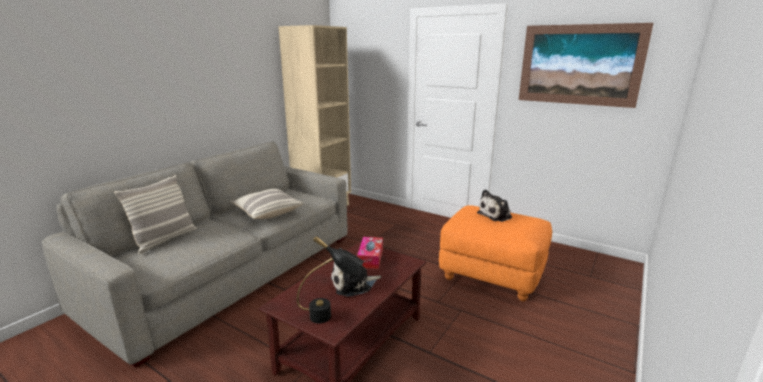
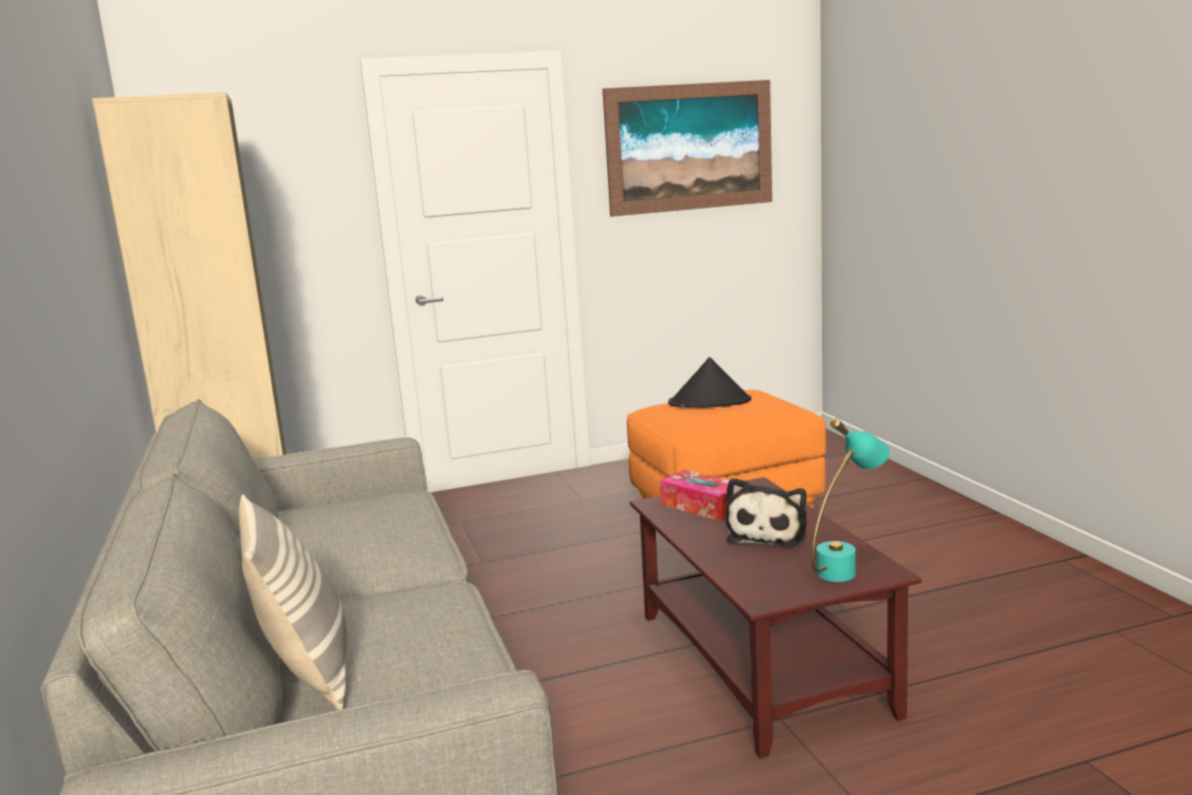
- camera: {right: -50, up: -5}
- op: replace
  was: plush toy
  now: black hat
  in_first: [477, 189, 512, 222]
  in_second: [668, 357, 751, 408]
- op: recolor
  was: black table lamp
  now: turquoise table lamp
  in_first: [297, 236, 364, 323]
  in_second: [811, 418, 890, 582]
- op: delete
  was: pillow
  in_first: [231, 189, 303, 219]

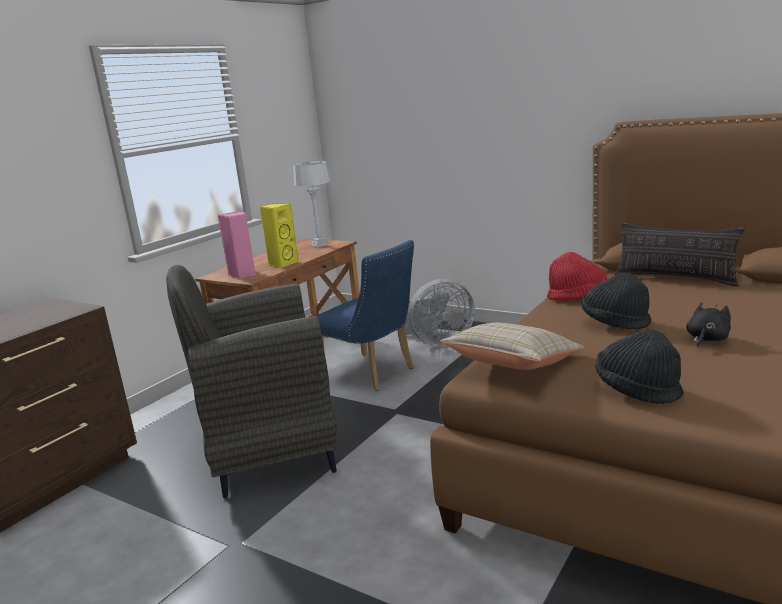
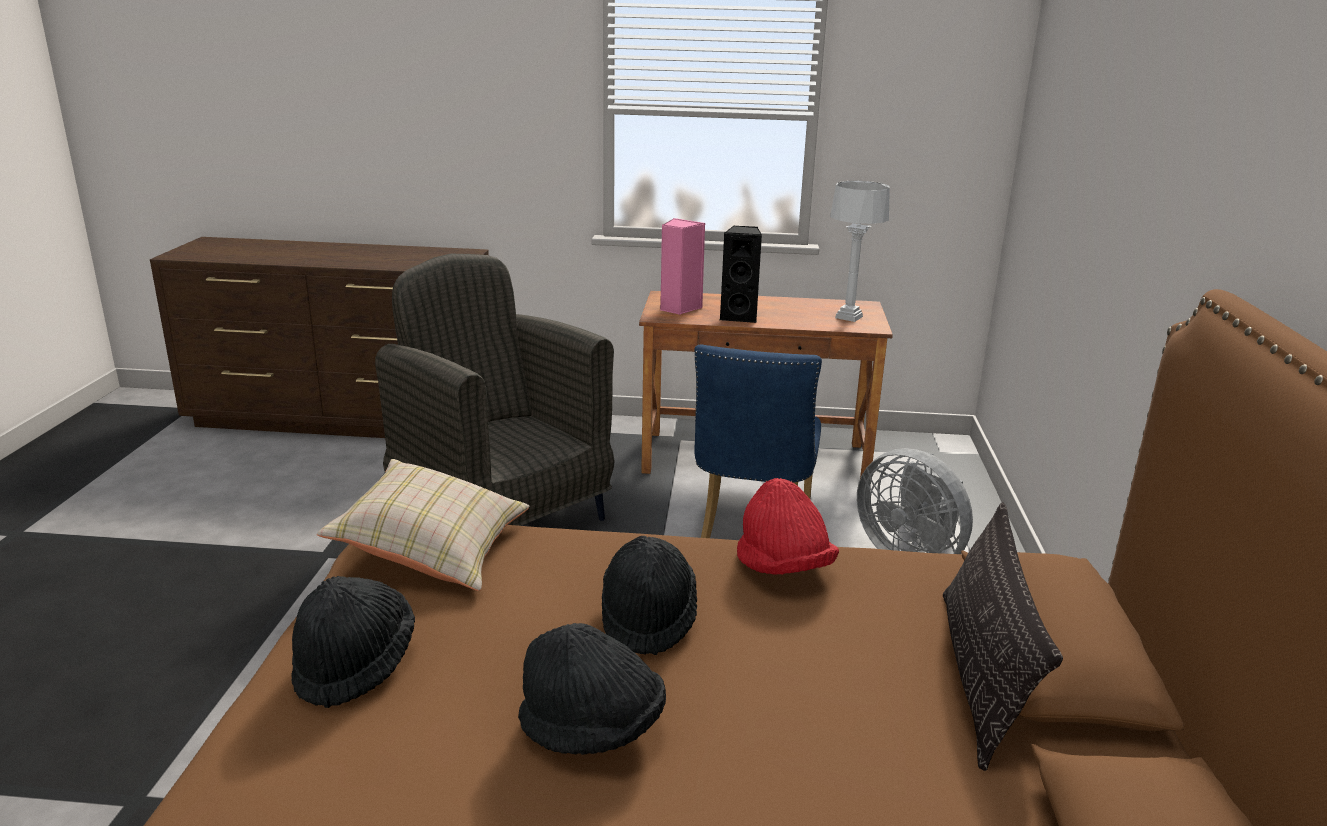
- camera: {right: 60, up: 5}
- op: replace
  was: black plush toy
  now: black hat
  in_first: [686, 302, 731, 348]
  in_second: [518, 623, 666, 755]
- op: recolor
  was: yellow speaker
  now: black speaker
  in_first: [260, 203, 299, 268]
  in_second: [720, 226, 762, 323]

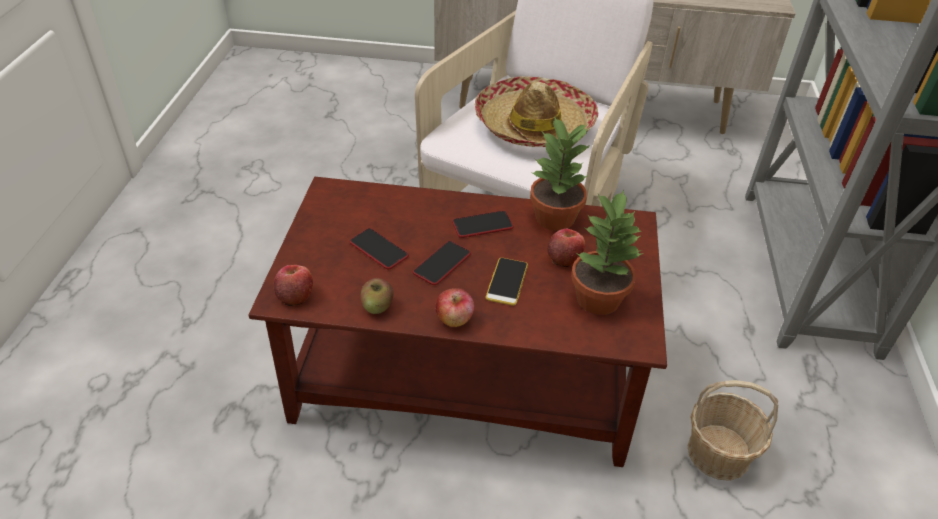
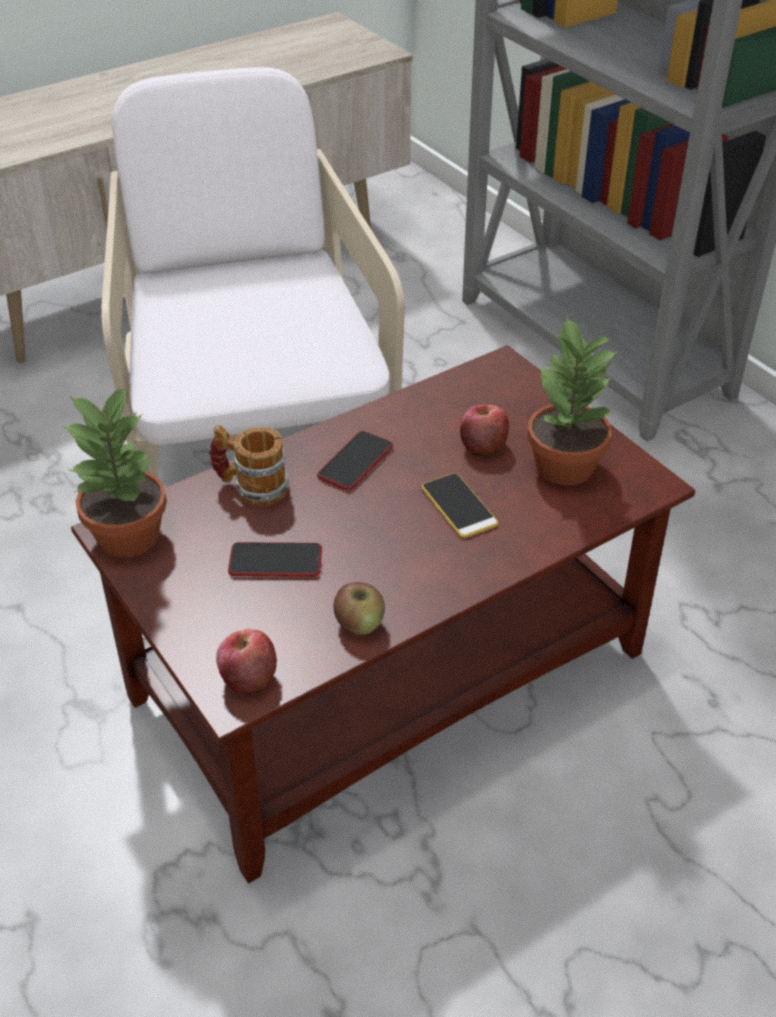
- camera: {right: -40, up: 0}
- op: move
  was: potted plant
  in_first: [530, 116, 590, 231]
  in_second: [61, 385, 167, 557]
- op: insert
  now: mug
  in_second: [209, 425, 289, 506]
- op: delete
  was: phone
  in_first: [413, 241, 471, 285]
- op: delete
  was: apple
  in_first: [435, 288, 474, 327]
- op: delete
  was: hat
  in_first: [475, 76, 598, 147]
- op: delete
  was: basket
  in_first: [687, 380, 778, 481]

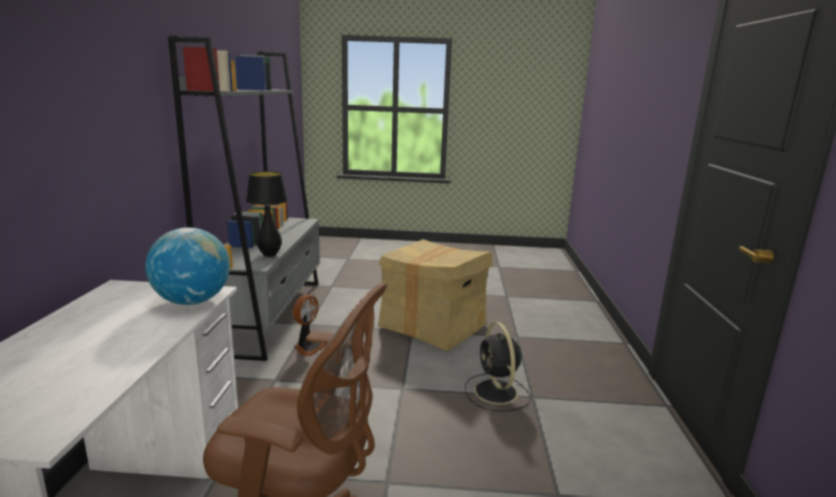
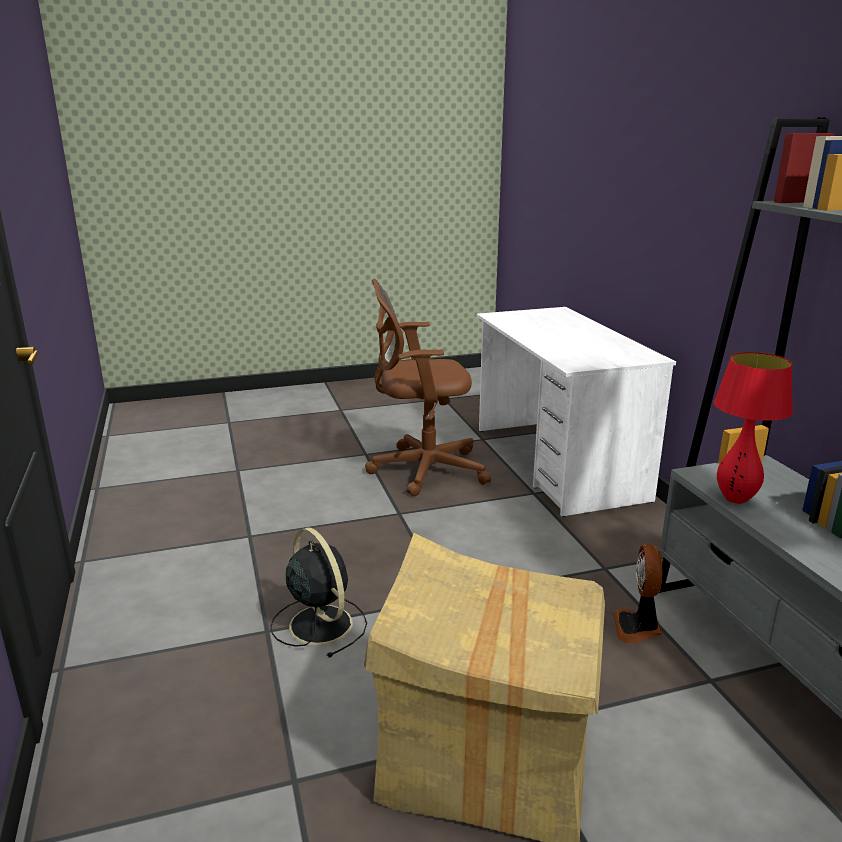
- camera: {right: 160, up: 5}
- op: recolor
  was: black table lamp
  now: red table lamp
  in_first: [246, 171, 288, 257]
  in_second: [714, 352, 793, 504]
- op: delete
  was: globe
  in_first: [145, 227, 230, 305]

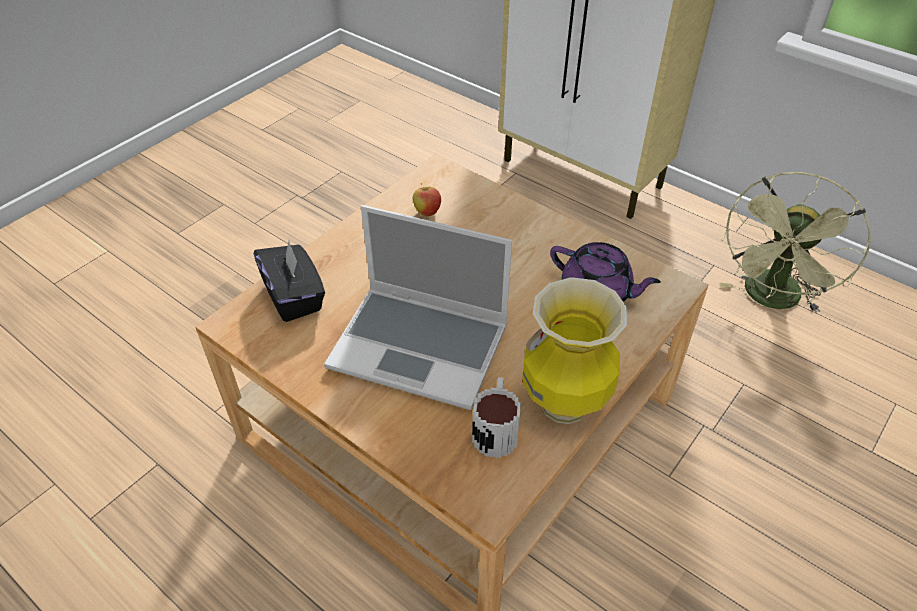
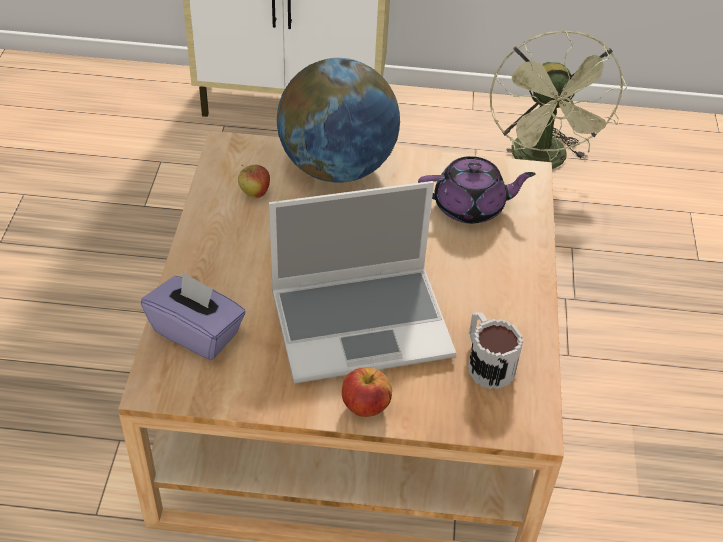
- camera: {right: -35, up: 0}
- op: recolor
  was: black tissue box
  now: purple tissue box
  in_first: [254, 241, 325, 322]
  in_second: [141, 272, 246, 360]
- op: insert
  now: globe
  in_second: [277, 58, 400, 183]
- op: insert
  now: apple
  in_second: [342, 367, 392, 417]
- op: delete
  was: vase
  in_first: [522, 277, 627, 424]

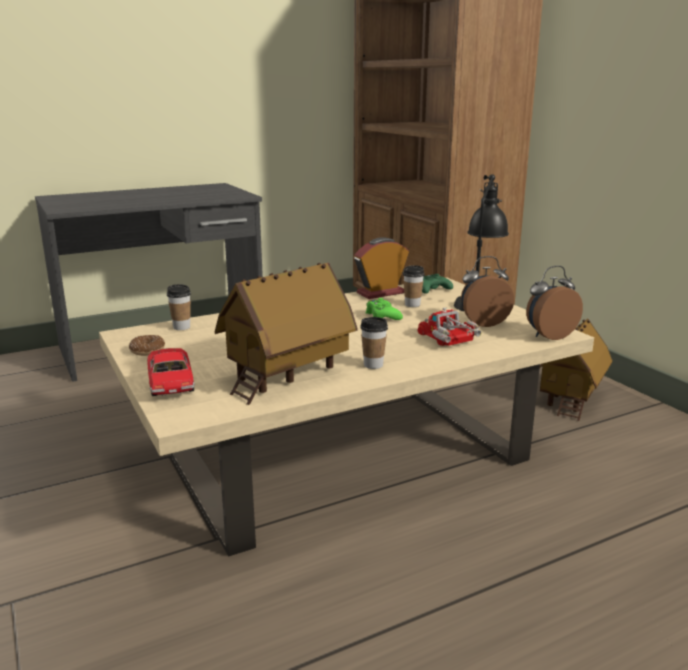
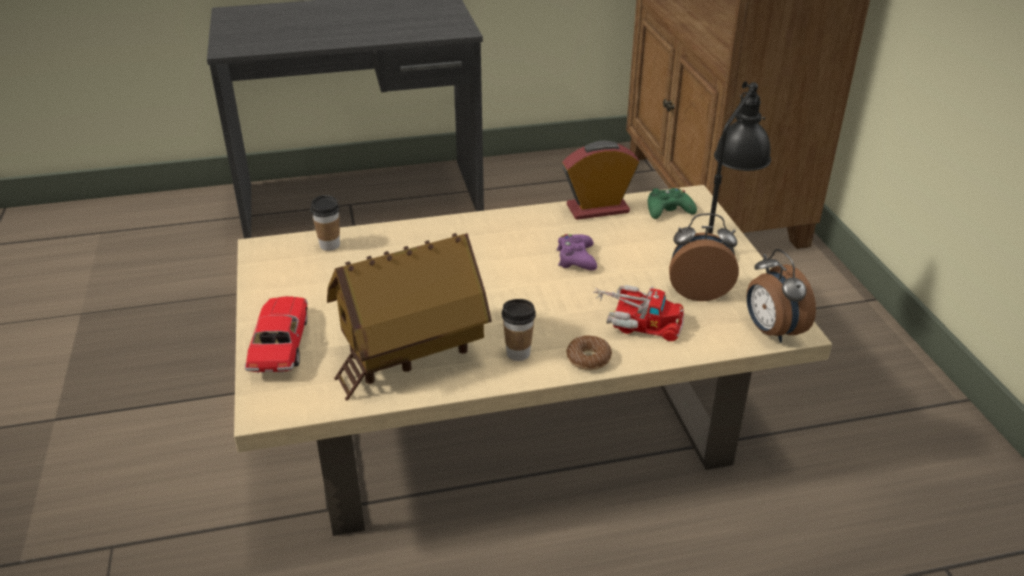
- camera: {right: 15, up: 15}
- op: recolor
  was: green game controller
  now: purple game controller
  in_first: [365, 298, 403, 320]
  in_second: [557, 234, 597, 270]
- op: move
  was: donut
  in_first: [129, 335, 165, 356]
  in_second: [566, 336, 612, 370]
- op: rotate
  was: toy truck
  in_first: [417, 307, 482, 346]
  in_second: [593, 285, 684, 341]
  clockwise: 120
- op: rotate
  was: alarm clock
  in_first: [526, 266, 583, 340]
  in_second: [746, 249, 816, 343]
  clockwise: -105
- op: delete
  was: cup
  in_first: [403, 265, 425, 307]
- op: delete
  was: toy house
  in_first: [540, 319, 613, 421]

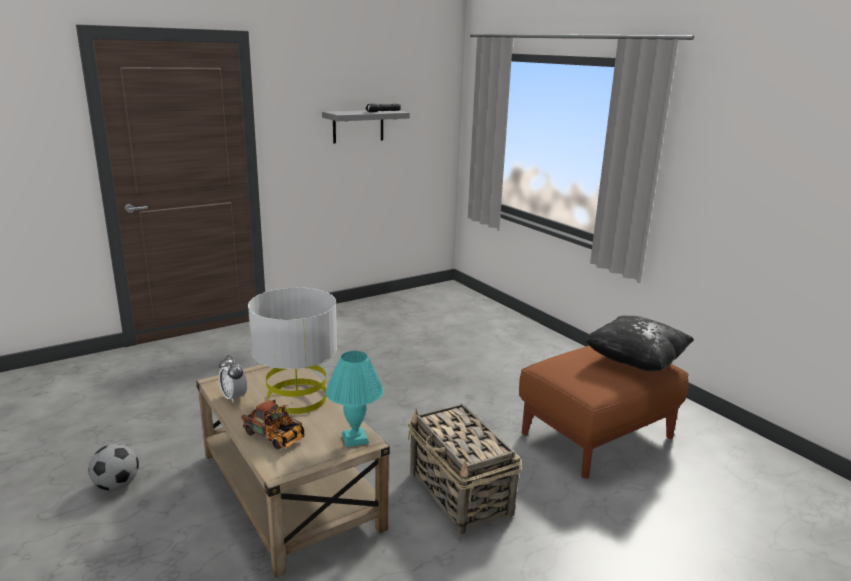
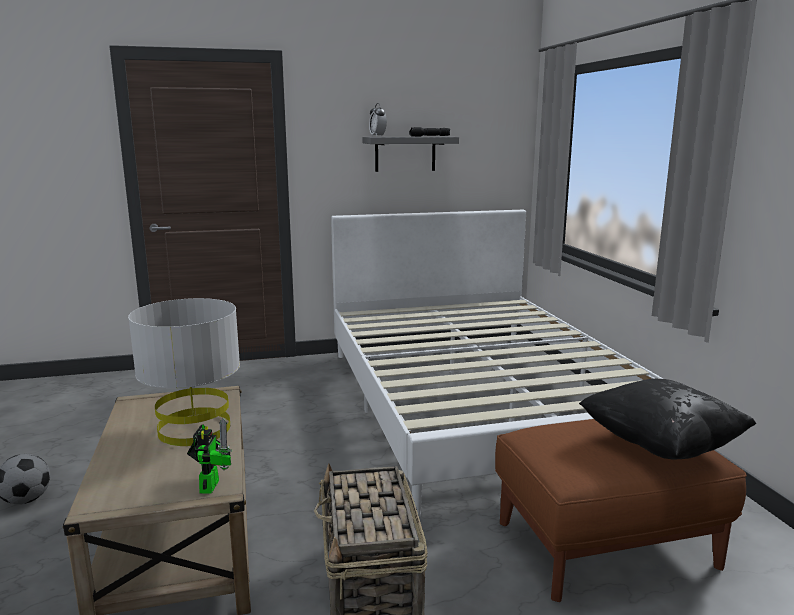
- camera: {right: 20, up: -5}
- op: replace
  was: turquoise table lamp
  now: toy robot
  in_first: [326, 351, 383, 447]
  in_second: [187, 418, 232, 494]
- op: insert
  now: white bed
  in_second: [331, 210, 663, 517]
- op: move
  was: alarm clock
  in_first: [219, 355, 247, 403]
  in_second: [369, 103, 387, 137]
- op: delete
  was: toy truck
  in_first: [241, 399, 305, 449]

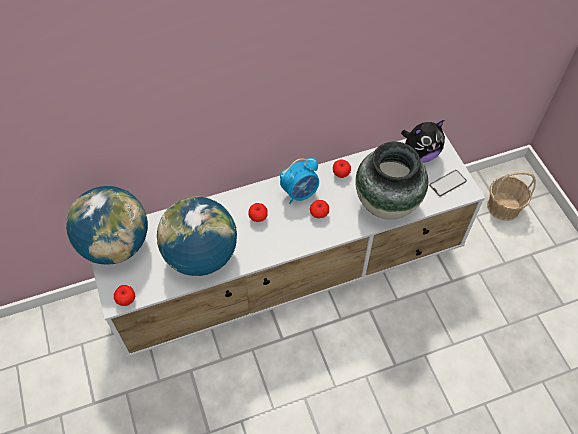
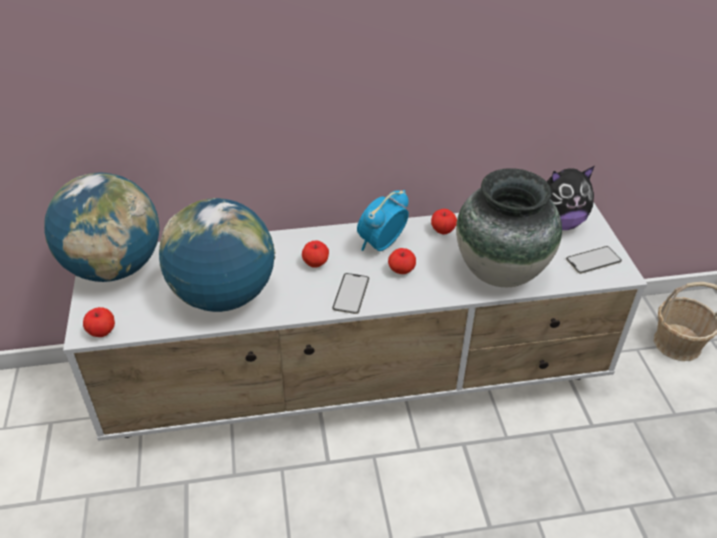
- camera: {right: 10, up: -15}
- op: insert
  now: phone
  in_second: [332, 273, 369, 314]
- op: rotate
  was: alarm clock
  in_first: [280, 158, 319, 204]
  in_second: [357, 190, 409, 251]
  clockwise: 150

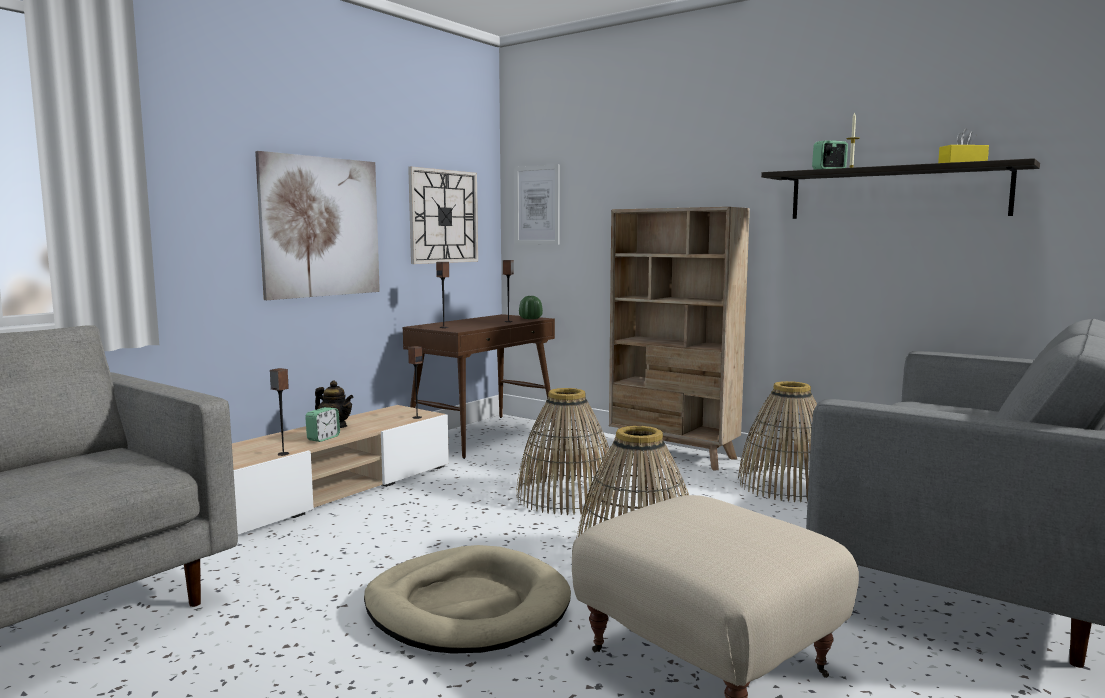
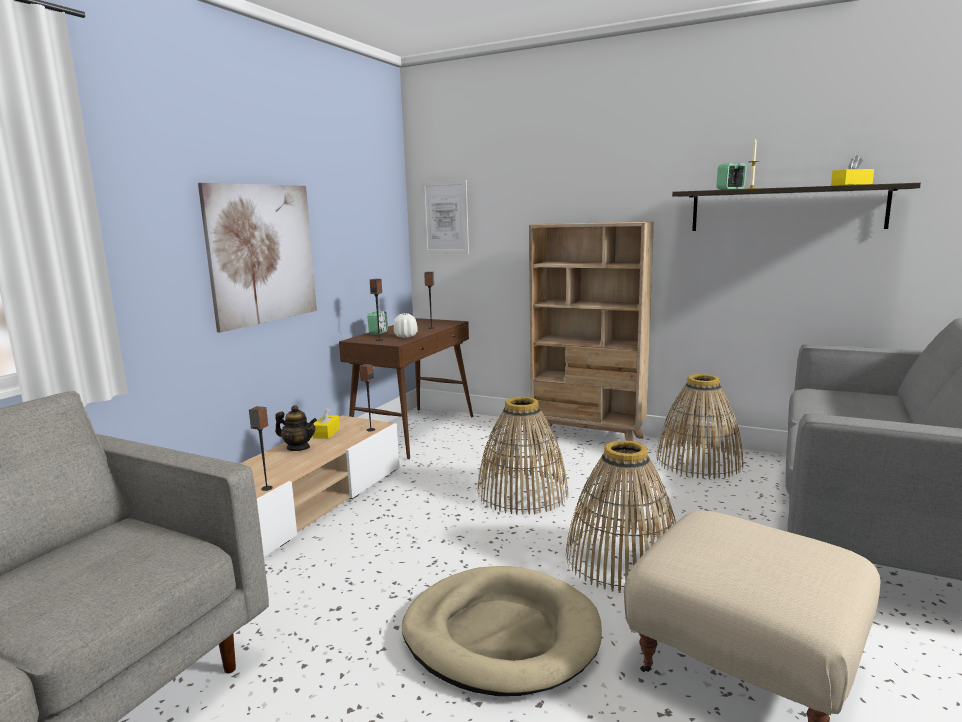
- camera: {right: -10, up: 5}
- op: insert
  now: yellow tissue box
  in_second: [313, 408, 340, 439]
- op: move
  was: alarm clock
  in_first: [305, 407, 340, 442]
  in_second: [367, 311, 388, 335]
- op: insert
  now: white vase
  in_second: [394, 313, 418, 338]
- op: delete
  was: wall clock
  in_first: [408, 167, 478, 264]
- op: delete
  was: green vase
  in_first: [519, 296, 543, 319]

